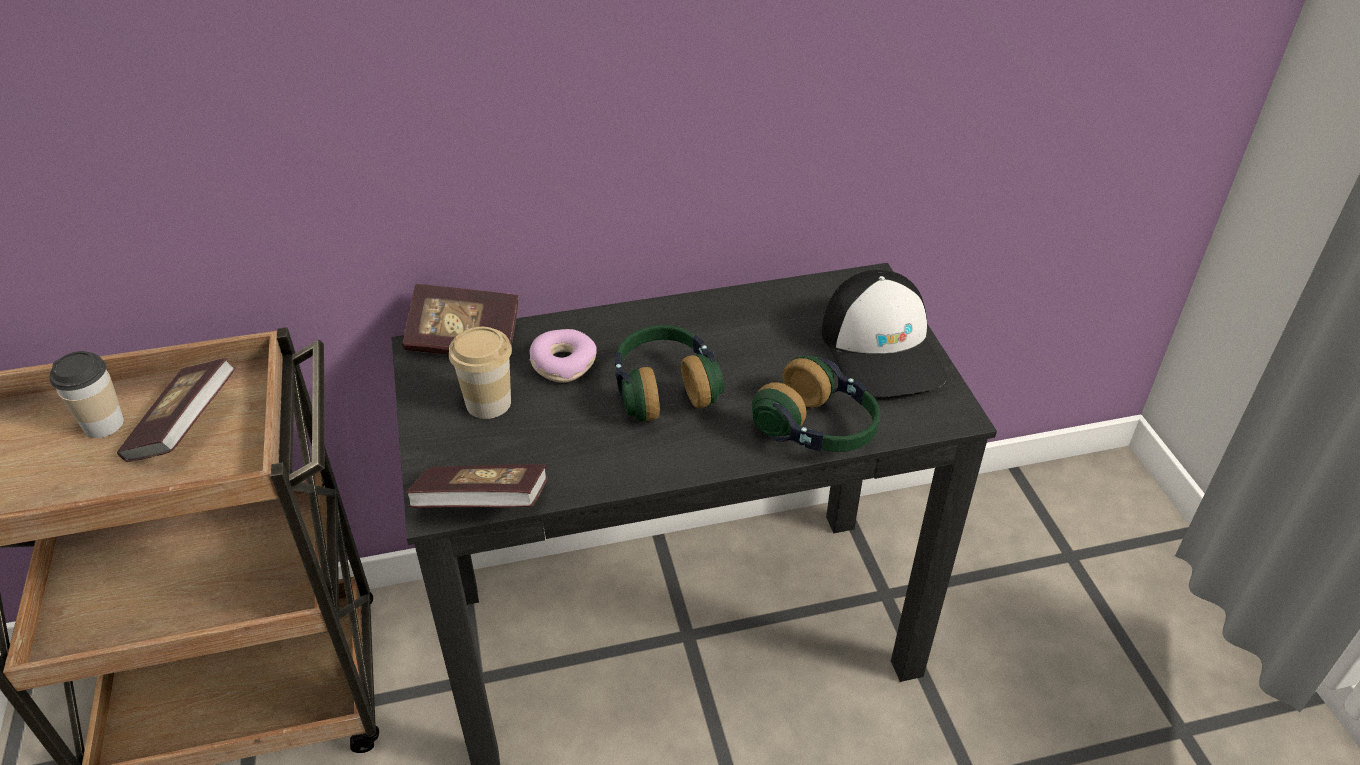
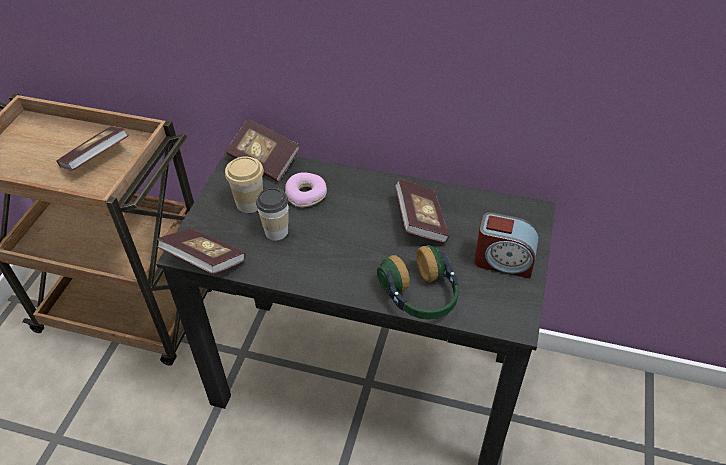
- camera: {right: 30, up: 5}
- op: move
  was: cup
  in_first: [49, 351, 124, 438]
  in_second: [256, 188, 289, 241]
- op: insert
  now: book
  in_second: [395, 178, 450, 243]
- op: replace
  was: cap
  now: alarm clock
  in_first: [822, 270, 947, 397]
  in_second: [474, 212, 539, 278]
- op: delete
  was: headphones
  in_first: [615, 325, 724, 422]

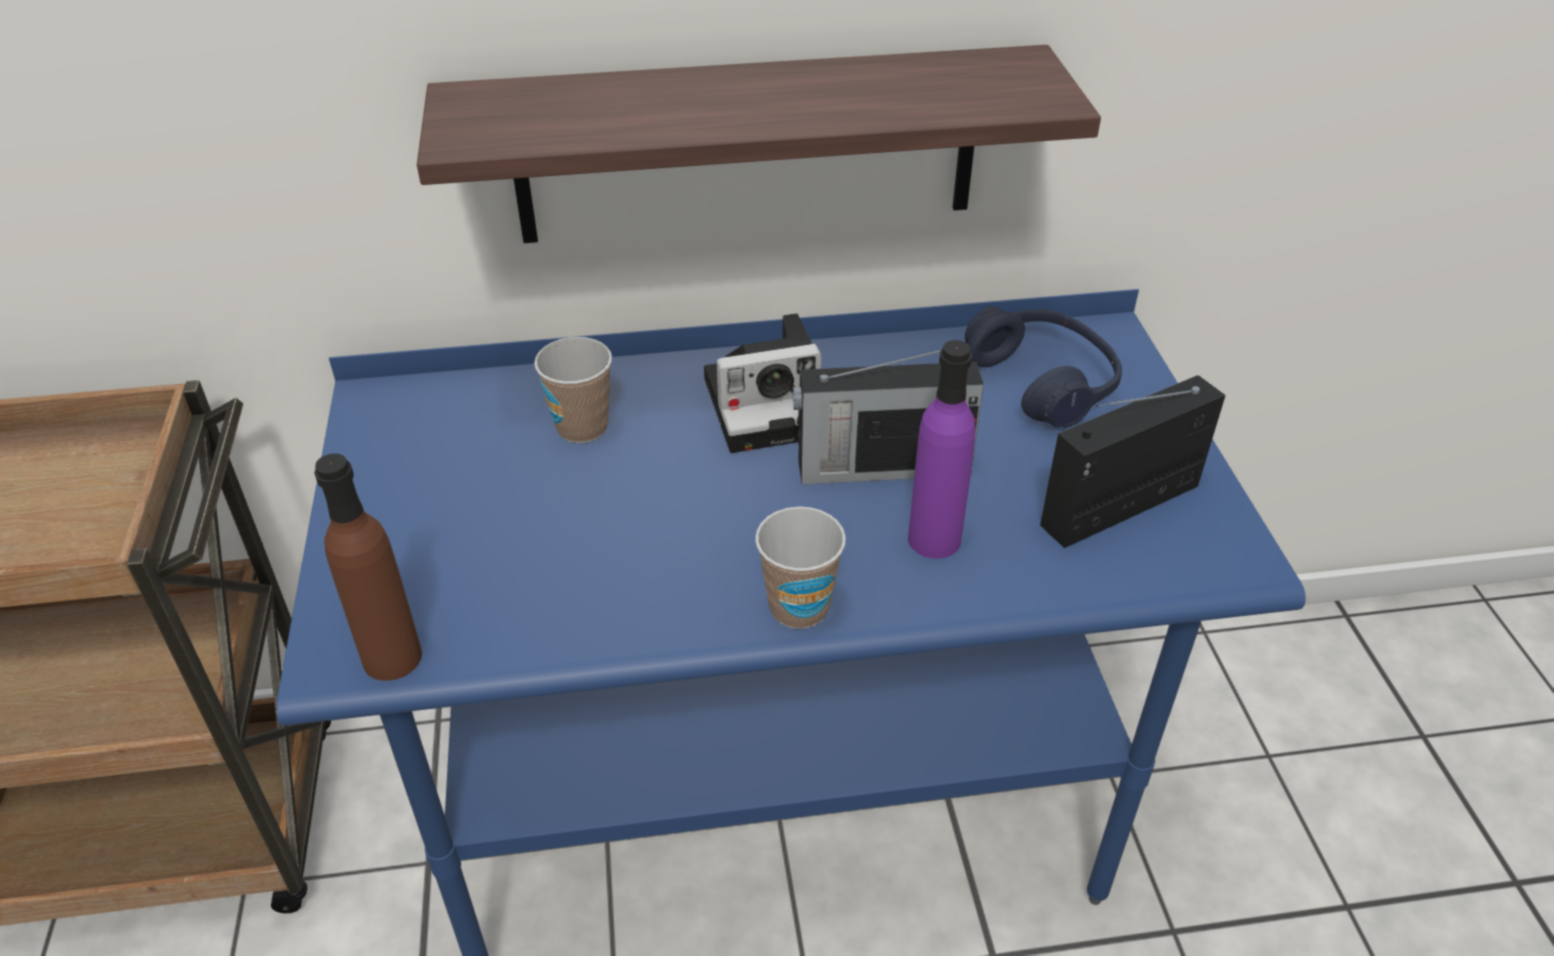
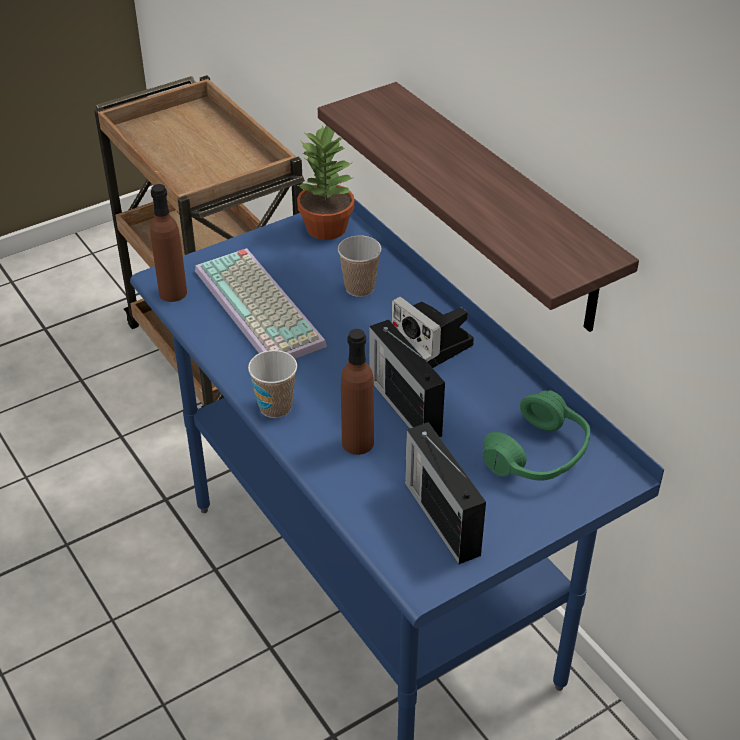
- camera: {right: 65, up: 0}
- op: insert
  now: keyboard
  in_second: [195, 248, 327, 359]
- op: insert
  now: potted plant
  in_second: [297, 125, 355, 240]
- op: recolor
  was: purple bottle
  now: brown bottle
  in_first: [908, 340, 976, 559]
  in_second: [341, 329, 374, 455]
- op: rotate
  was: radio
  in_first: [1040, 375, 1226, 548]
  in_second: [405, 422, 486, 564]
  clockwise: -150
- op: recolor
  was: blue headphones
  now: green headphones
  in_first: [965, 306, 1122, 428]
  in_second: [483, 390, 590, 481]

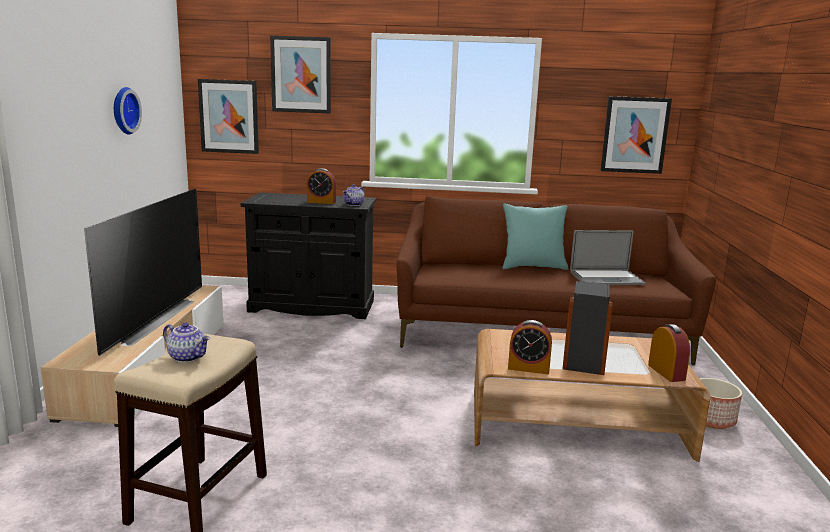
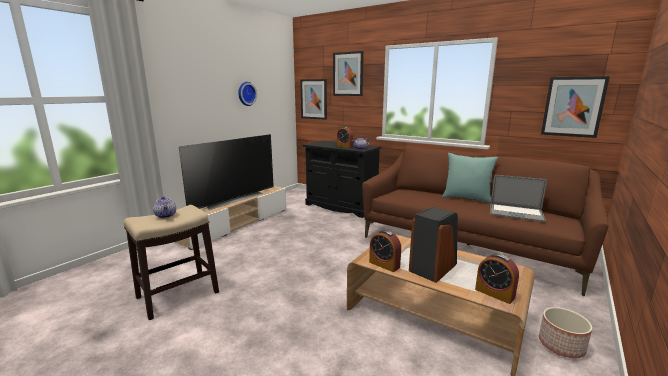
- camera: {right: 30, up: 0}
- op: rotate
  was: alarm clock
  in_first: [648, 324, 690, 382]
  in_second: [475, 253, 519, 304]
  clockwise: 120

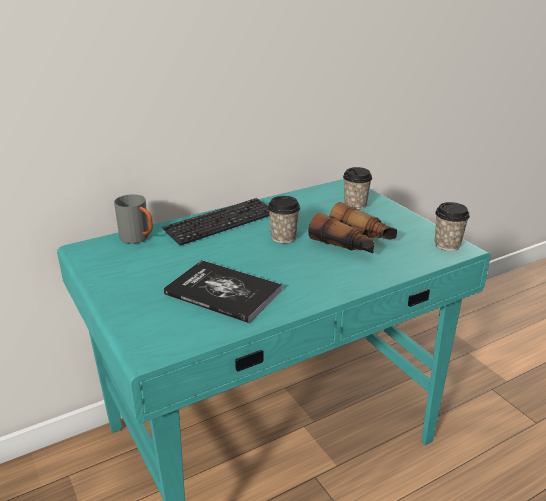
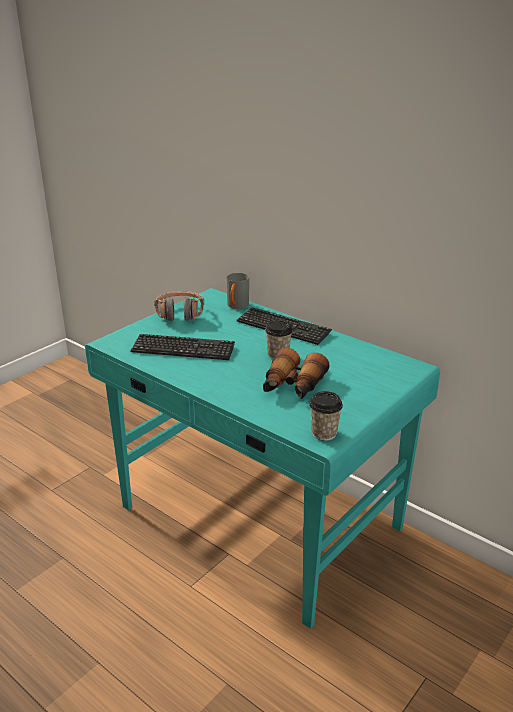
- camera: {right: 70, up: 0}
- op: replace
  was: book
  now: keyboard
  in_first: [164, 260, 282, 323]
  in_second: [131, 334, 235, 360]
- op: insert
  now: headphones
  in_second: [154, 291, 204, 322]
- op: delete
  was: cup
  in_first: [343, 167, 372, 210]

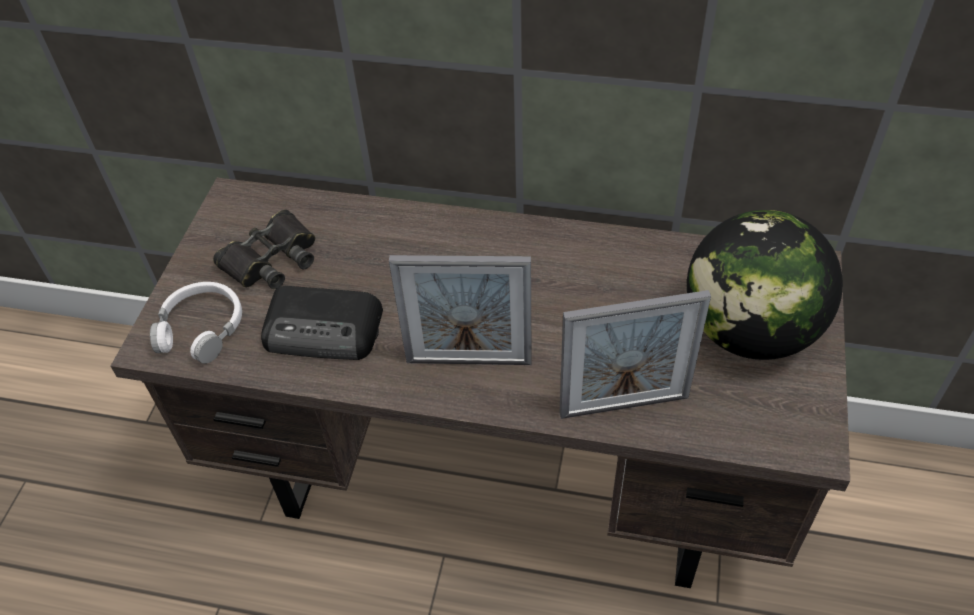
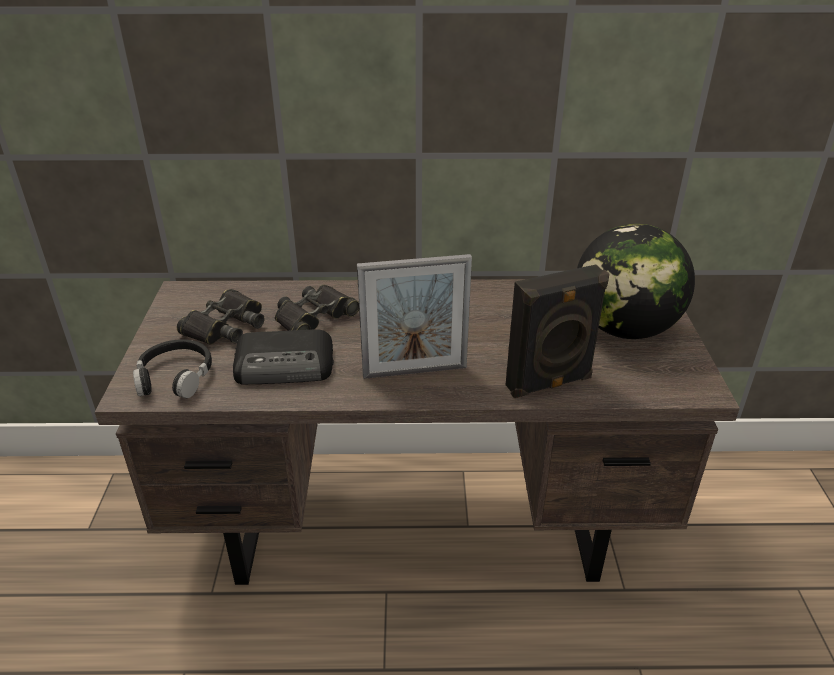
- camera: {right: -15, up: -15}
- op: recolor
  was: white headphones
  now: black headphones
  in_first: [150, 282, 242, 364]
  in_second: [133, 339, 212, 398]
- op: insert
  now: black binoculars
  in_second: [275, 285, 359, 331]
- op: replace
  was: picture frame
  now: black speaker
  in_first: [560, 290, 711, 419]
  in_second: [506, 264, 610, 398]

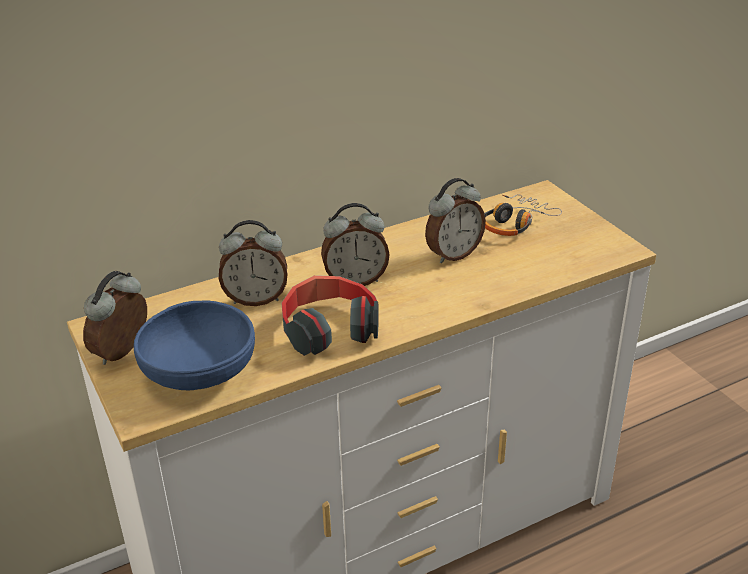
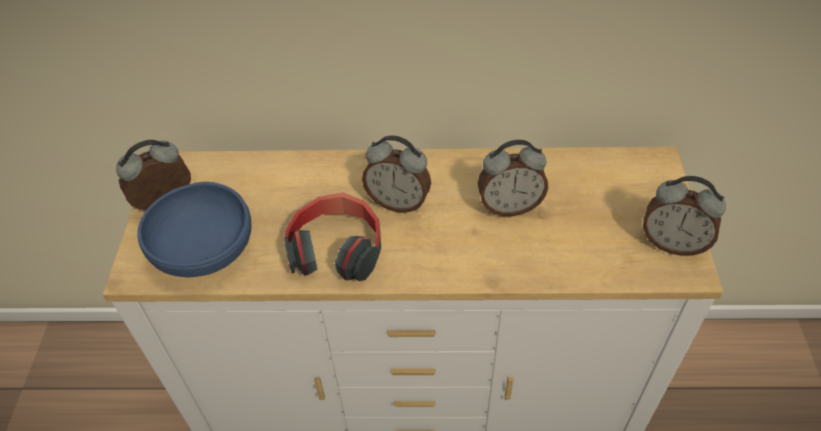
- camera: {right: 30, up: 15}
- op: move
  was: alarm clock
  in_first: [219, 220, 288, 306]
  in_second: [643, 176, 726, 256]
- op: delete
  was: headphones
  in_first: [485, 194, 562, 236]

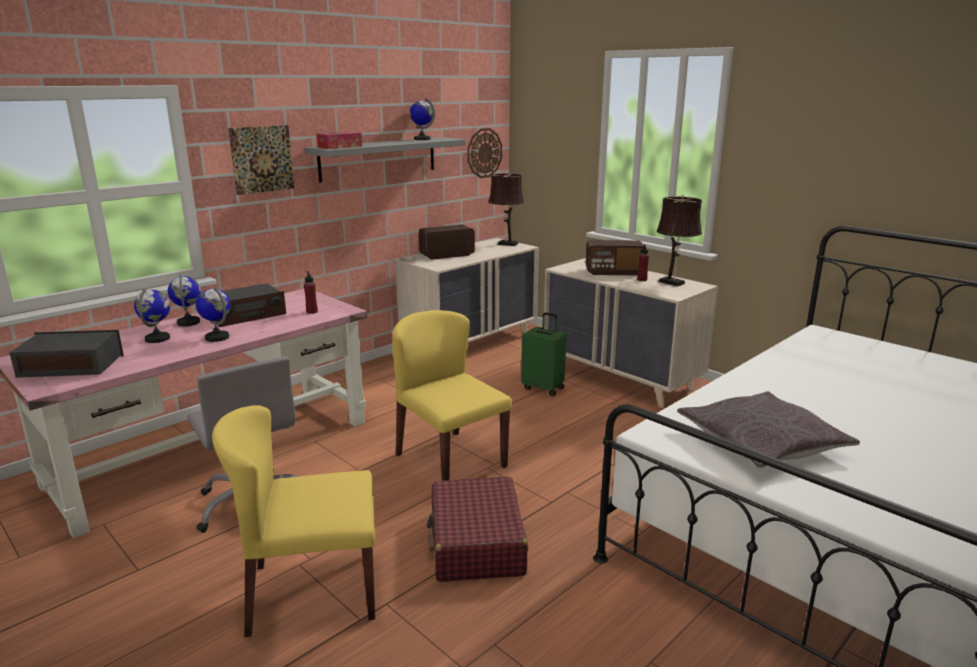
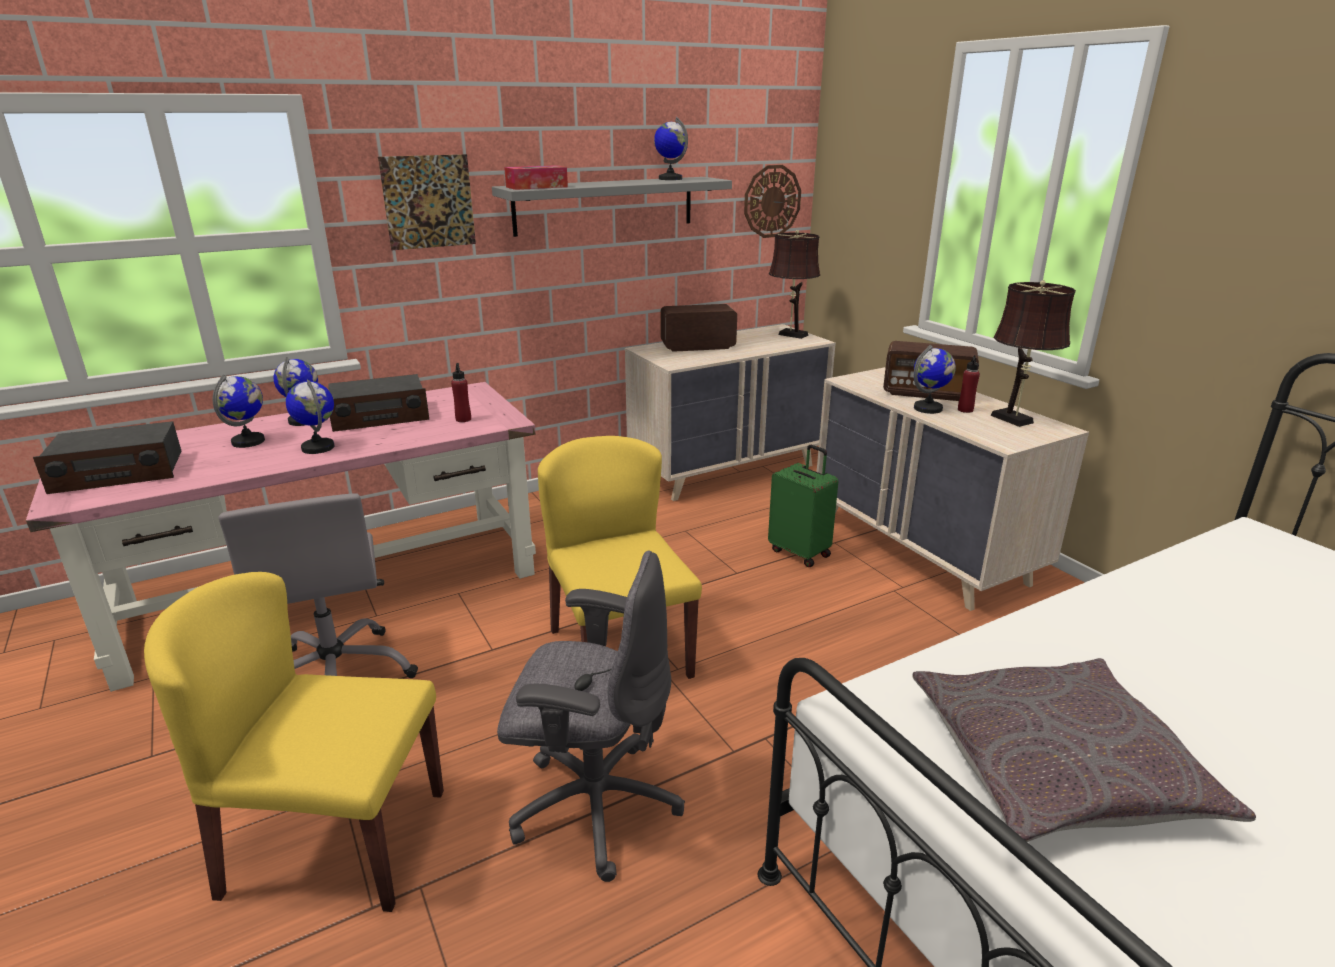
- camera: {right: 15, up: 5}
- op: rotate
  was: radio
  in_first: [9, 330, 124, 378]
  in_second: [33, 421, 181, 494]
  clockwise: 150
- op: replace
  was: red suitcase
  now: grey office chair
  in_first: [427, 477, 528, 582]
  in_second: [497, 550, 685, 882]
- op: insert
  now: globe
  in_second: [914, 345, 956, 414]

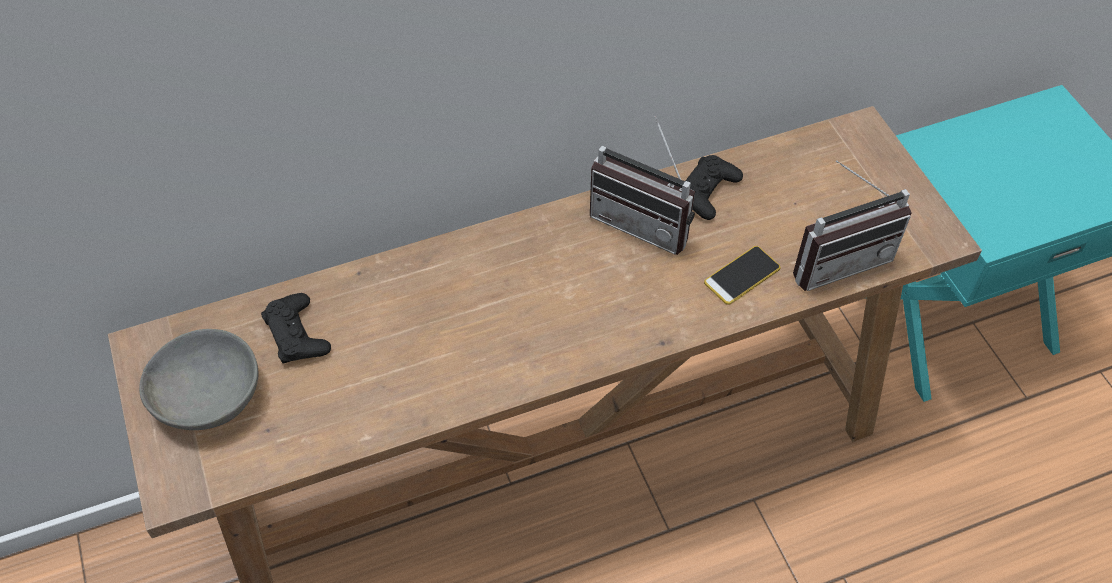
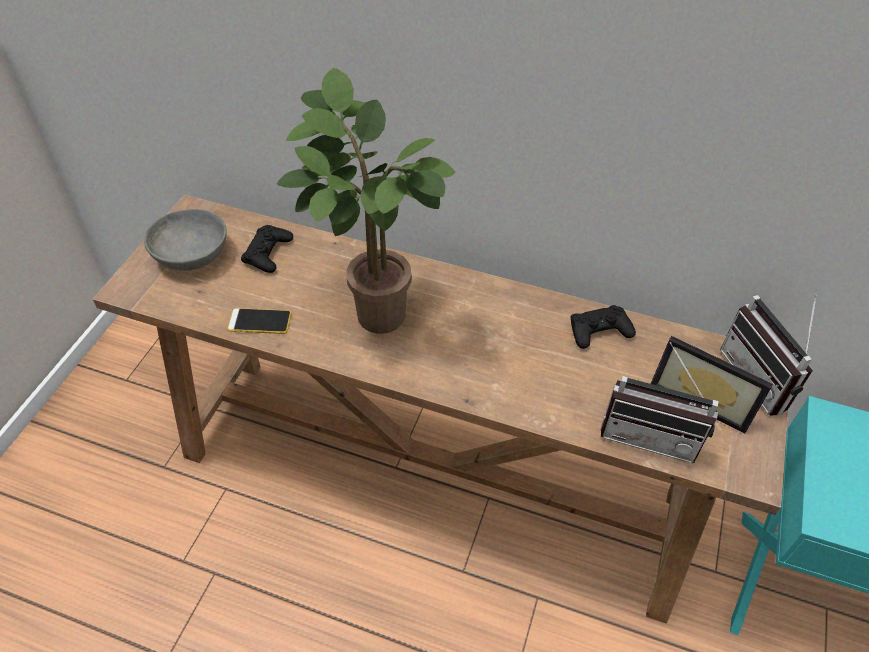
- camera: {right: 40, up: -5}
- op: move
  was: phone
  in_first: [704, 246, 781, 305]
  in_second: [227, 308, 292, 334]
- op: insert
  now: potted plant
  in_second: [277, 68, 455, 334]
- op: insert
  now: picture frame
  in_second: [651, 336, 773, 434]
- op: move
  was: radio
  in_first: [590, 116, 695, 255]
  in_second: [720, 294, 817, 416]

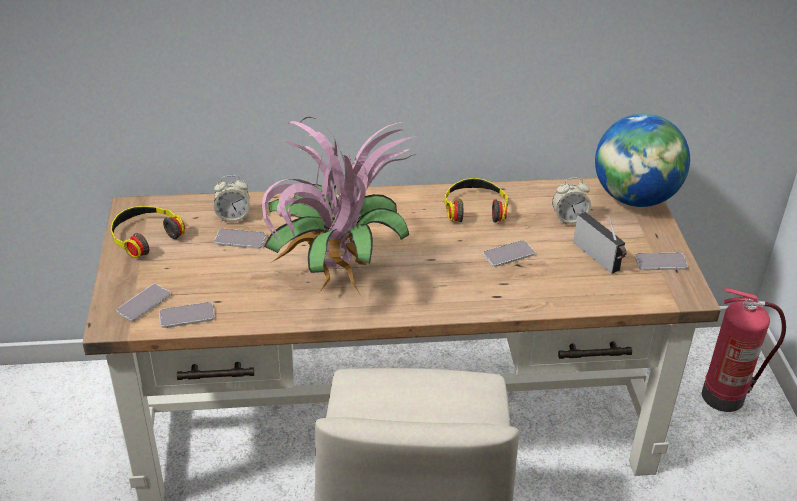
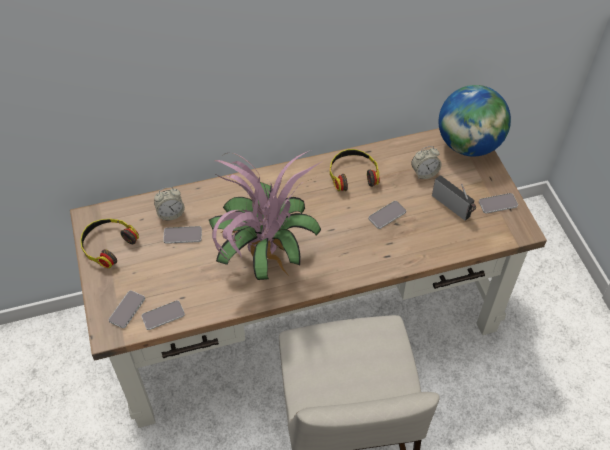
- camera: {right: -10, up: 15}
- op: delete
  was: fire extinguisher
  in_first: [702, 288, 786, 412]

